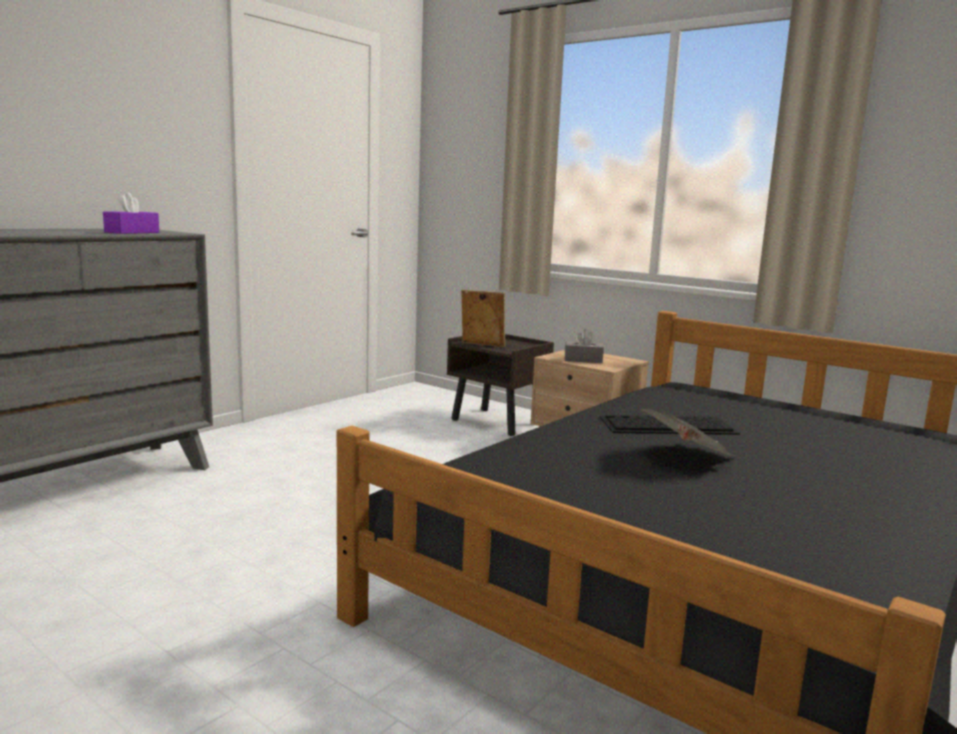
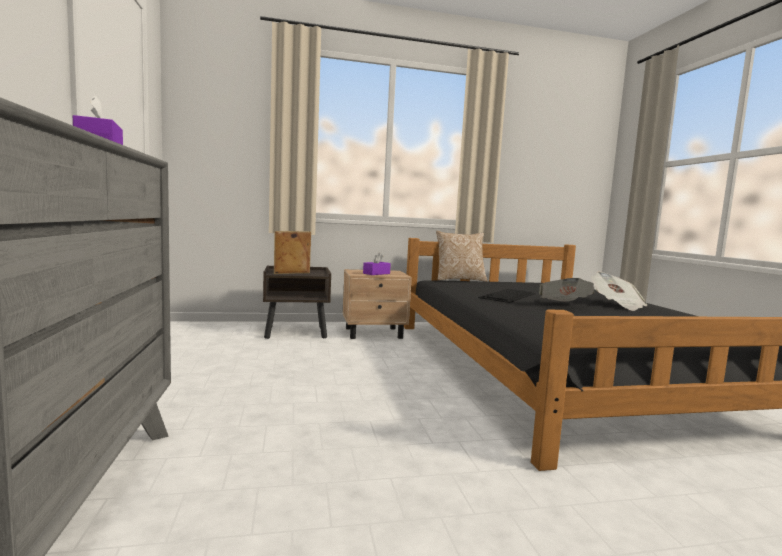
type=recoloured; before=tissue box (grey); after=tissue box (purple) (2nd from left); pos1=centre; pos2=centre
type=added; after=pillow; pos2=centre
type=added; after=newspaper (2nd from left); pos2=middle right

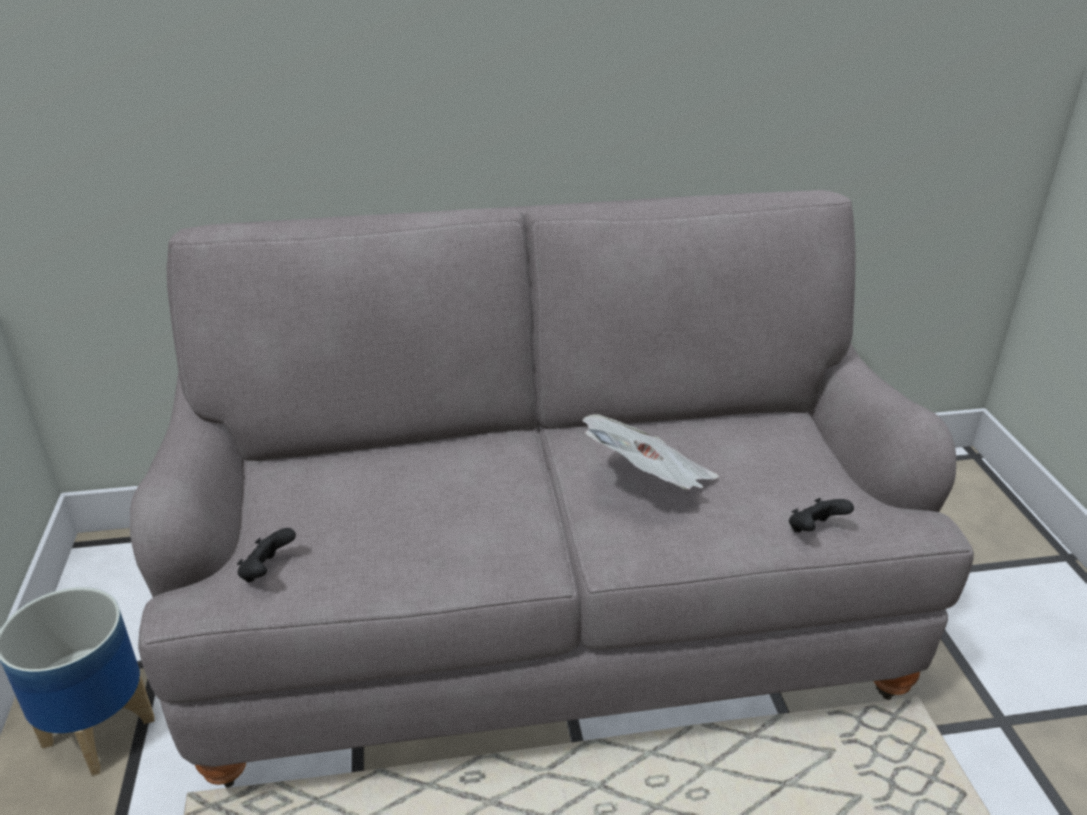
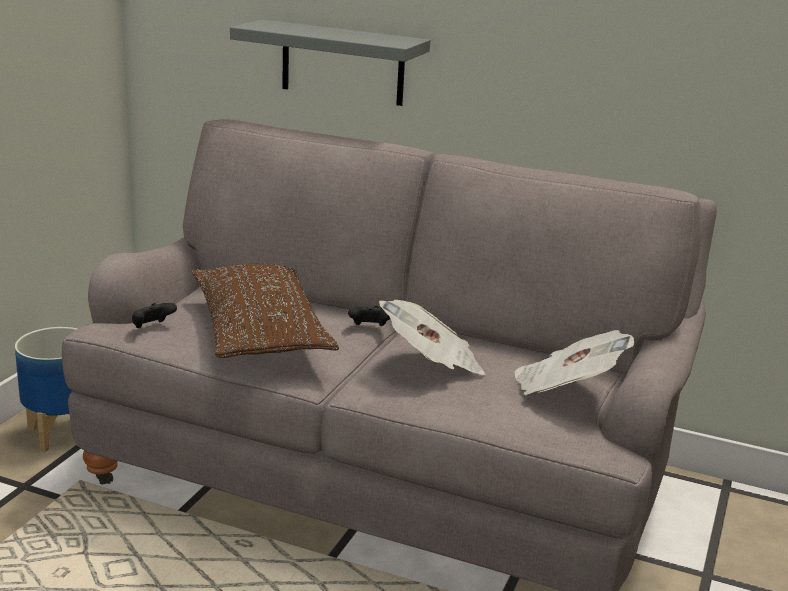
type=moved; before=game controller (black) (2nd from left); pos1=middle right; pos2=centre
type=added; after=pillow (brown); pos2=centre
type=added; after=shelf (grey); pos2=top centre
type=added; after=newspaper (2nd from left); pos2=middle right

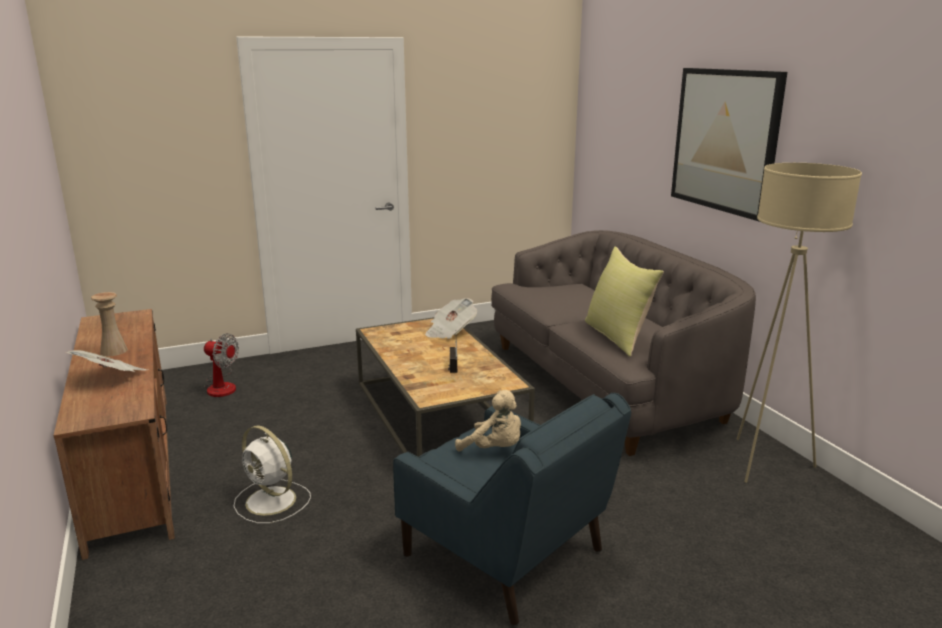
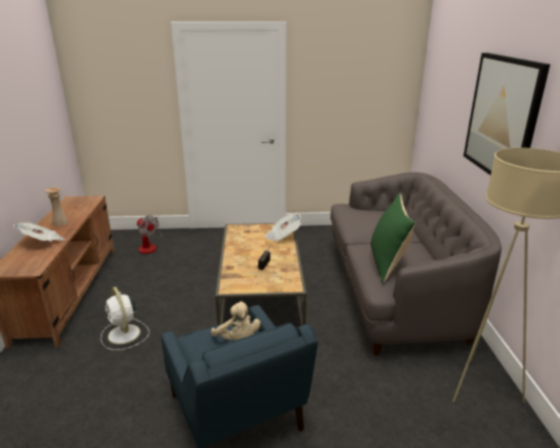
type=recoloured; before=pillow (yellow); after=pillow (green); pos1=centre; pos2=middle right

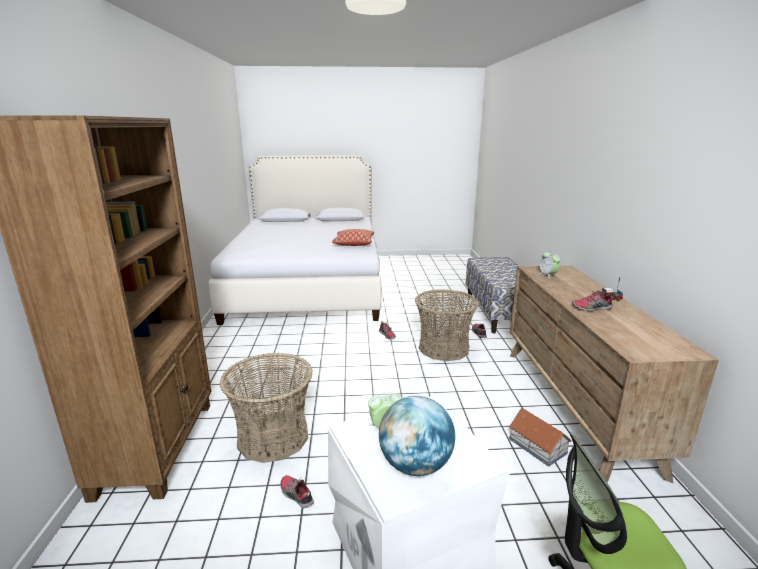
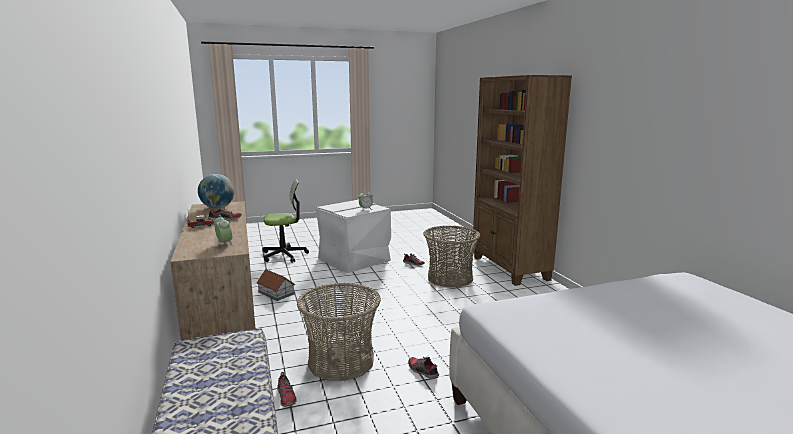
type=removed; before=pillow; pos1=centre
type=moved; before=globe; pos1=bottom centre; pos2=middle left

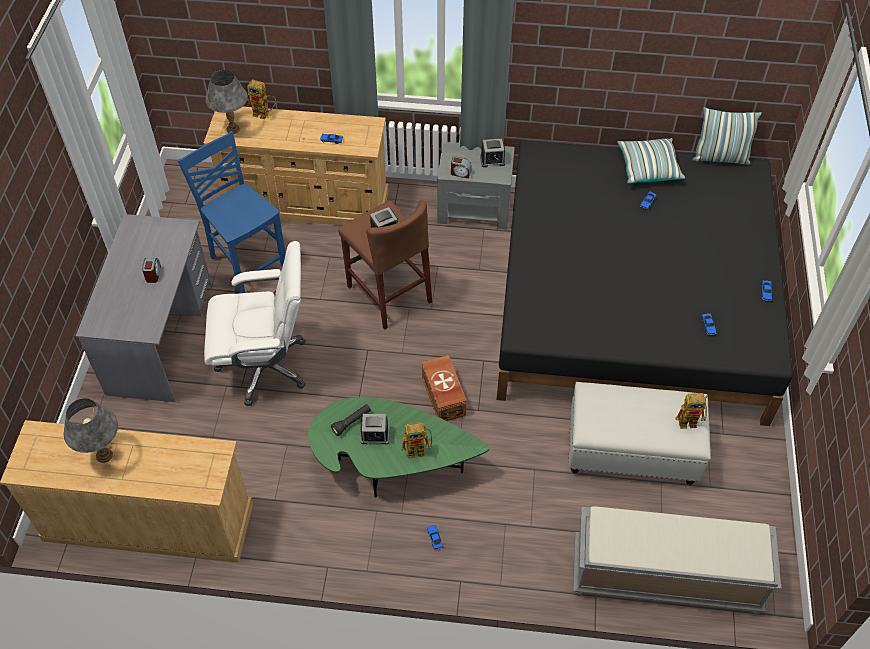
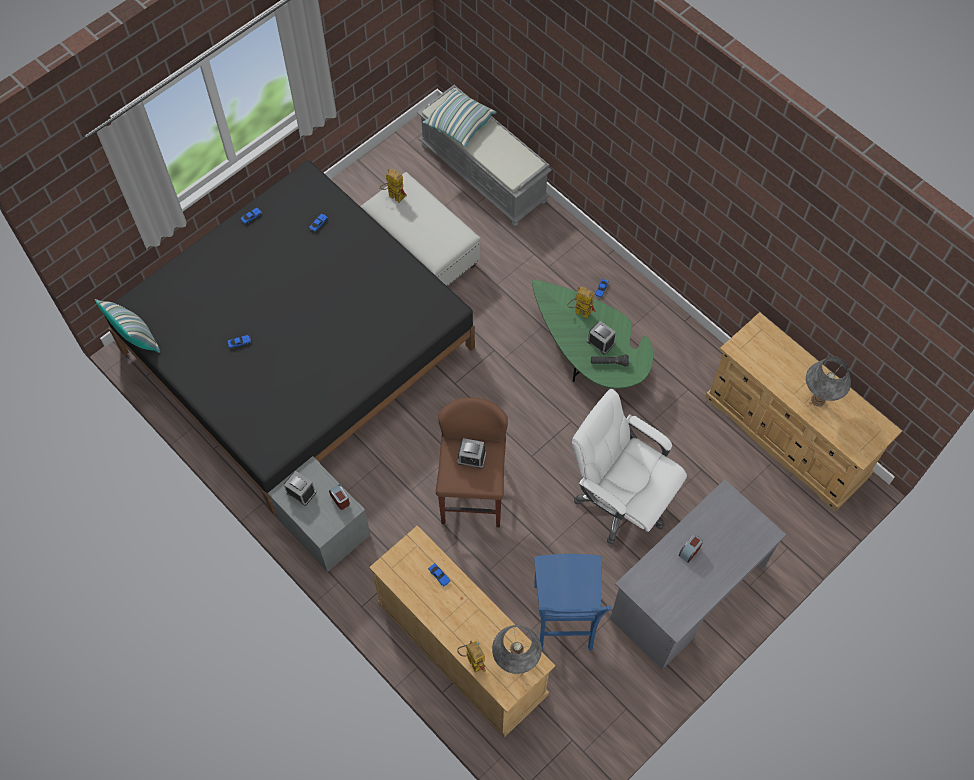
type=removed; before=storage box (brown); pos1=centre
type=moved; before=pillow (1st from left in the first image); after=pillow (2nd from left); pos1=top right; pos2=top centre

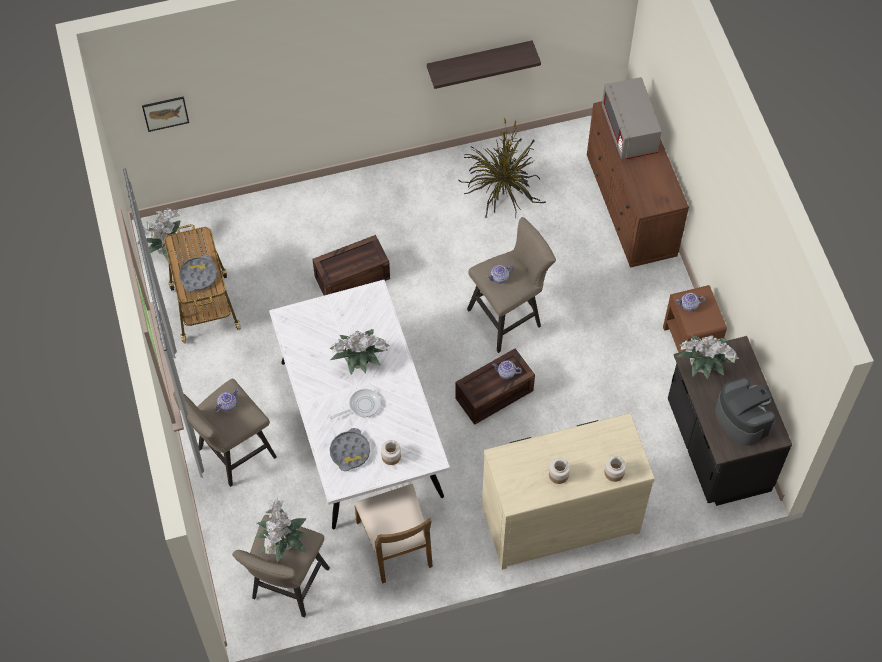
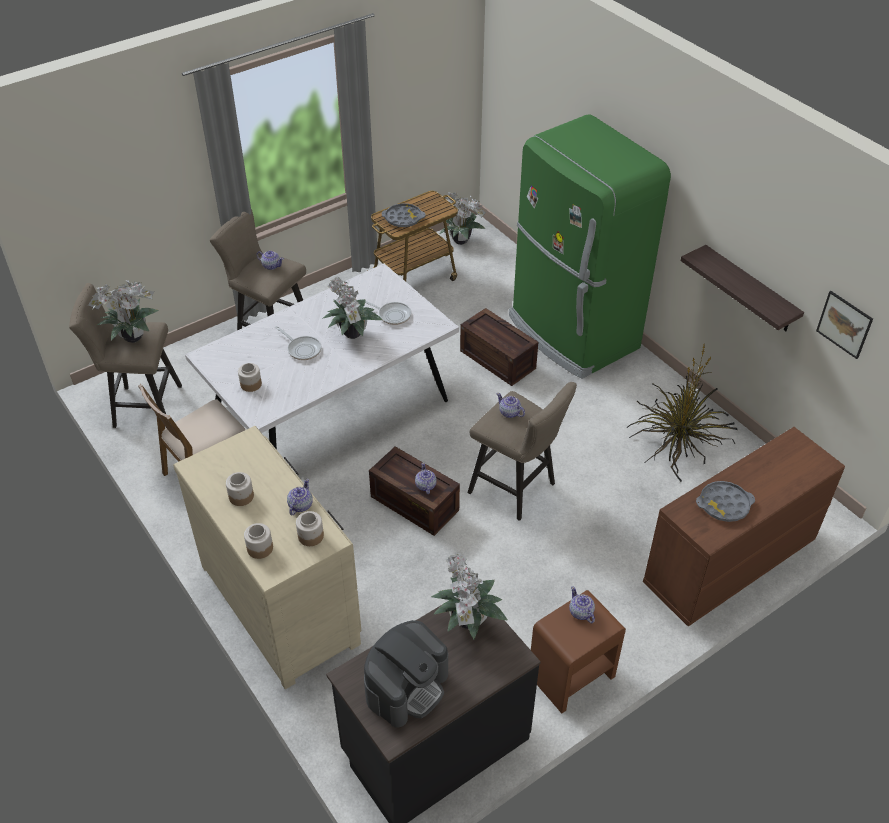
type=moved; before=picture; pos1=top left; pos2=middle right
type=moved; before=tray (grey) (2nd from left); pos1=bottom centre; pos2=middle right
type=removed; before=microwave (grey); pos1=top right
type=added; after=teapot (2nd from left); pos2=centre
type=added; after=jar (4th from left); pos2=centre
type=added; after=frying pan (2nd from left); pos2=centre
type=added; after=fridge (green); pos2=top centre

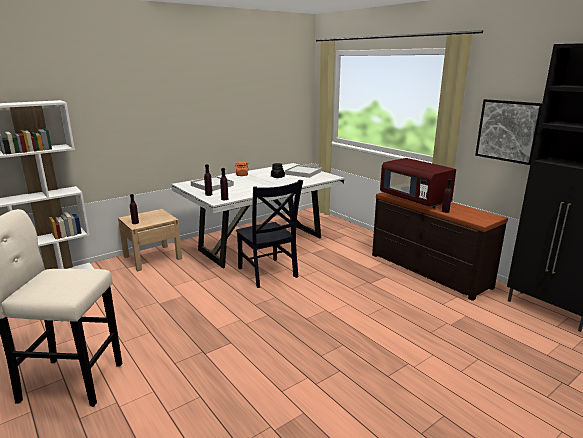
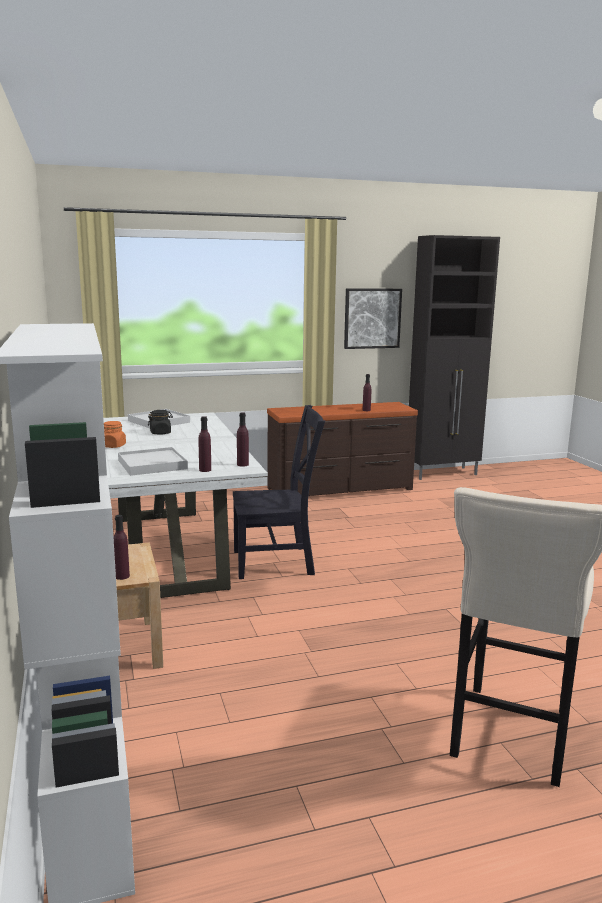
type=removed; before=microwave (red); pos1=middle right

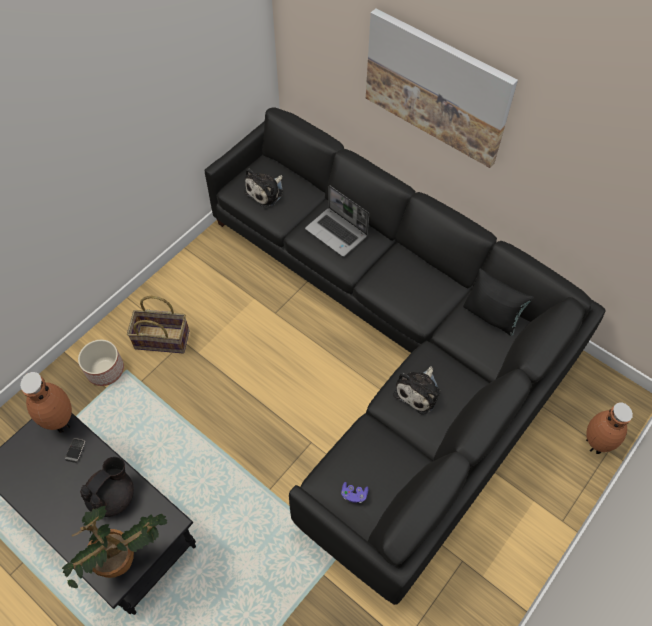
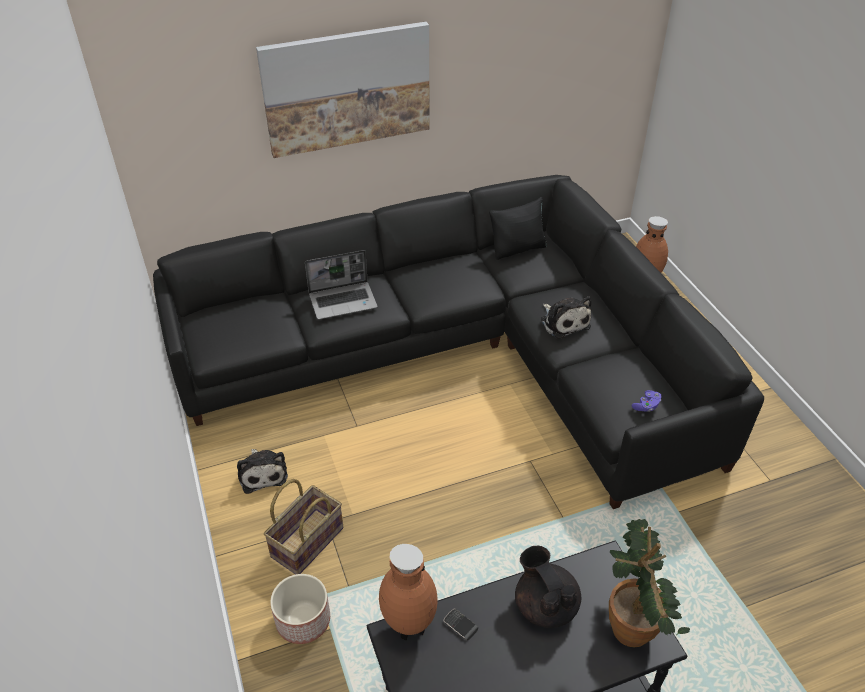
type=moved; before=plush toy (1st from left); pos1=top centre; pos2=bottom left

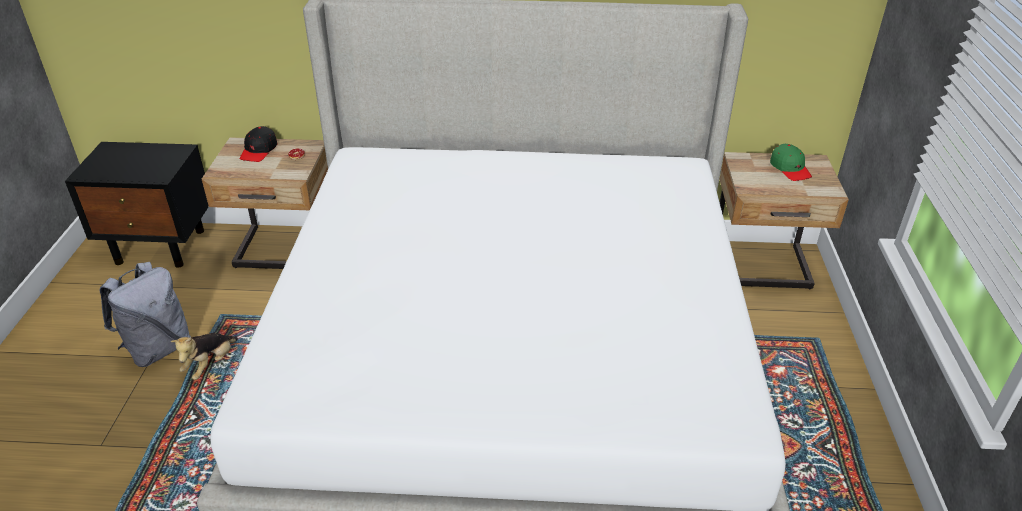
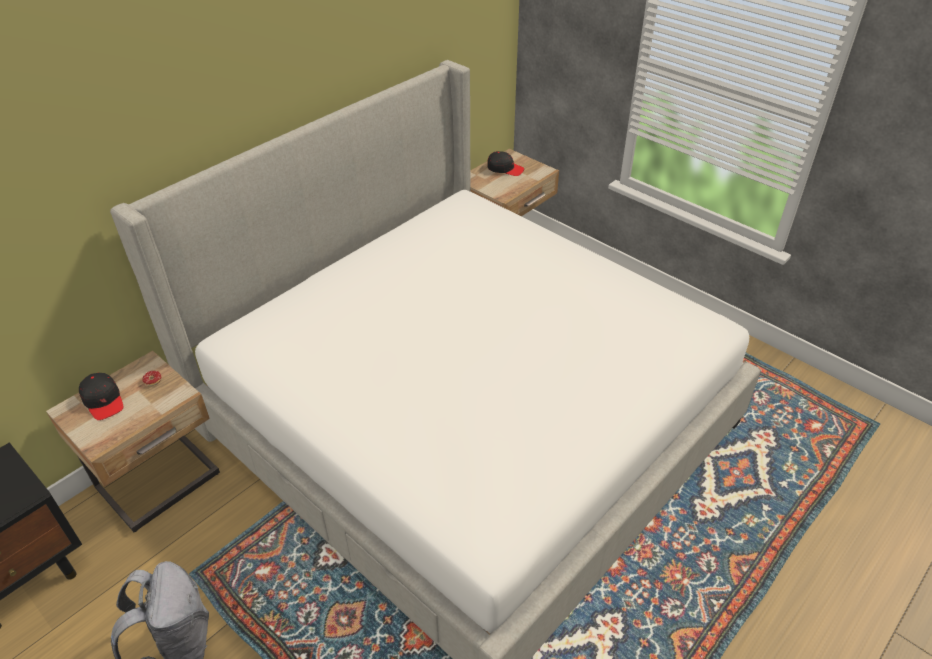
type=removed; before=plush toy; pos1=bottom left
type=recoloured; before=cap (green); after=cap (black) (2nd from left); pos1=top right; pos2=top centre

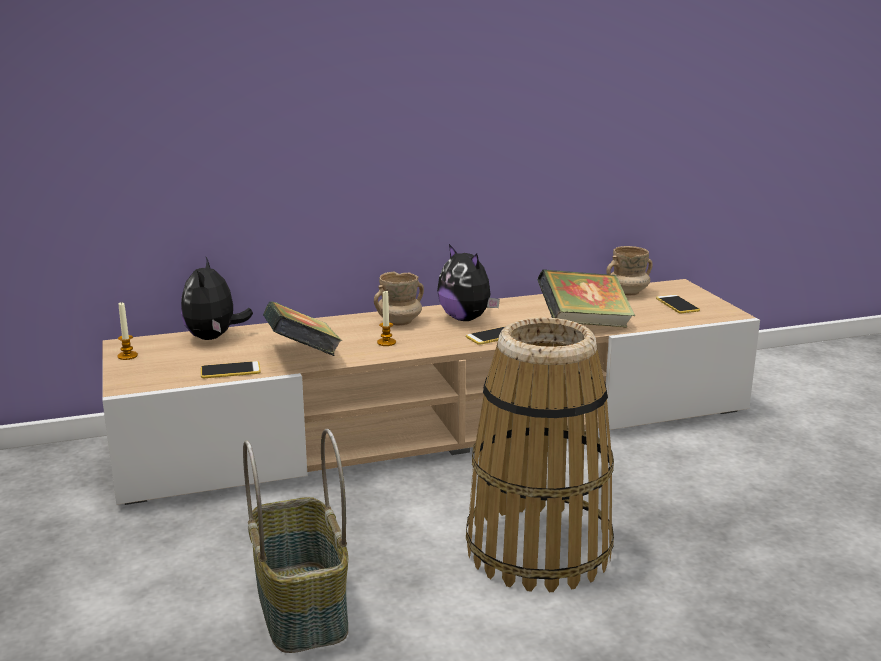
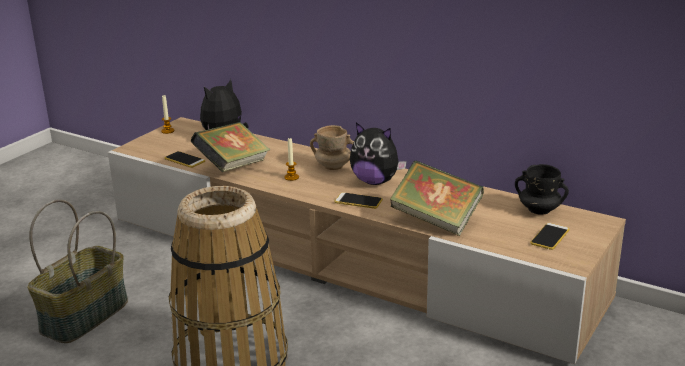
type=turned; before=plush toy (2nd from left); pos1=centre; pos2=centre; turn=-75
type=recoloured; before=mug (beige) (2nd from left); after=mug (black); pos1=middle right; pos2=middle right

